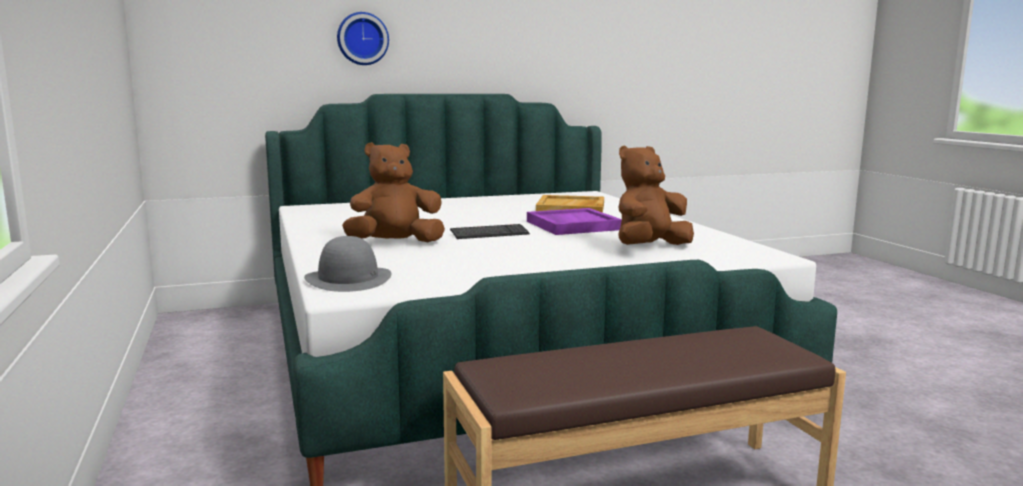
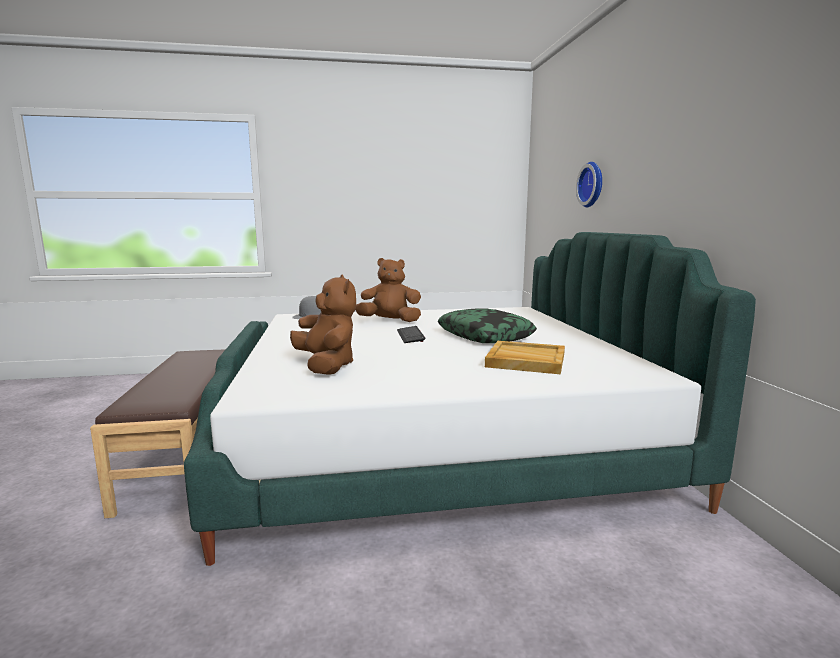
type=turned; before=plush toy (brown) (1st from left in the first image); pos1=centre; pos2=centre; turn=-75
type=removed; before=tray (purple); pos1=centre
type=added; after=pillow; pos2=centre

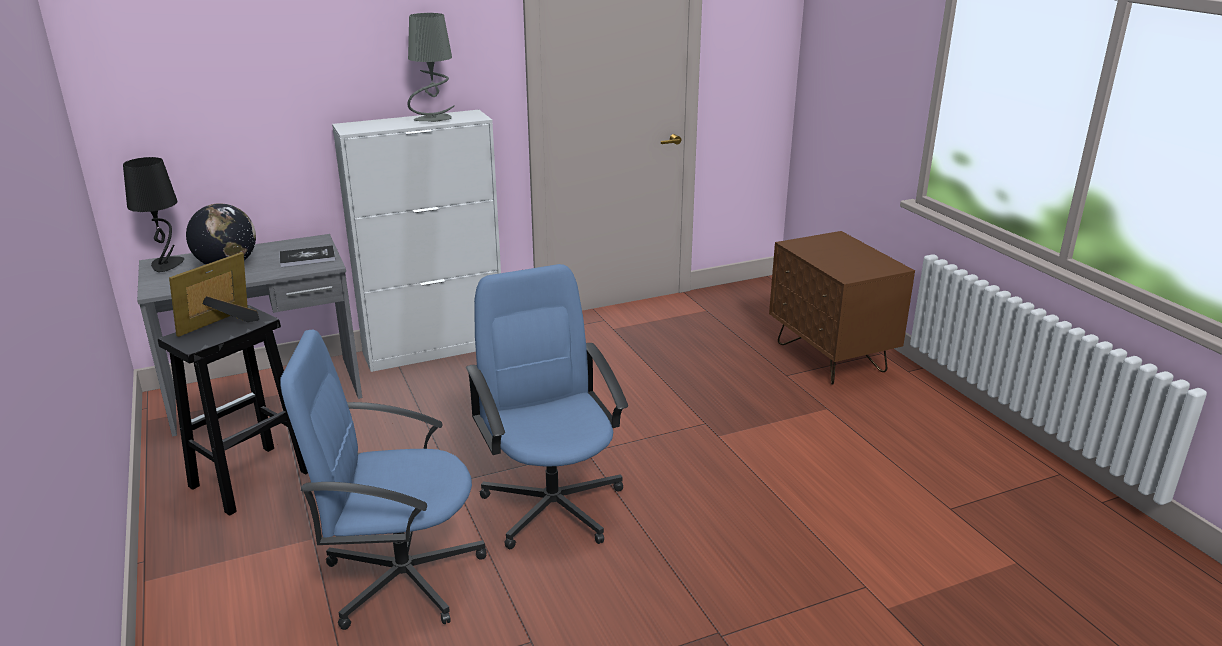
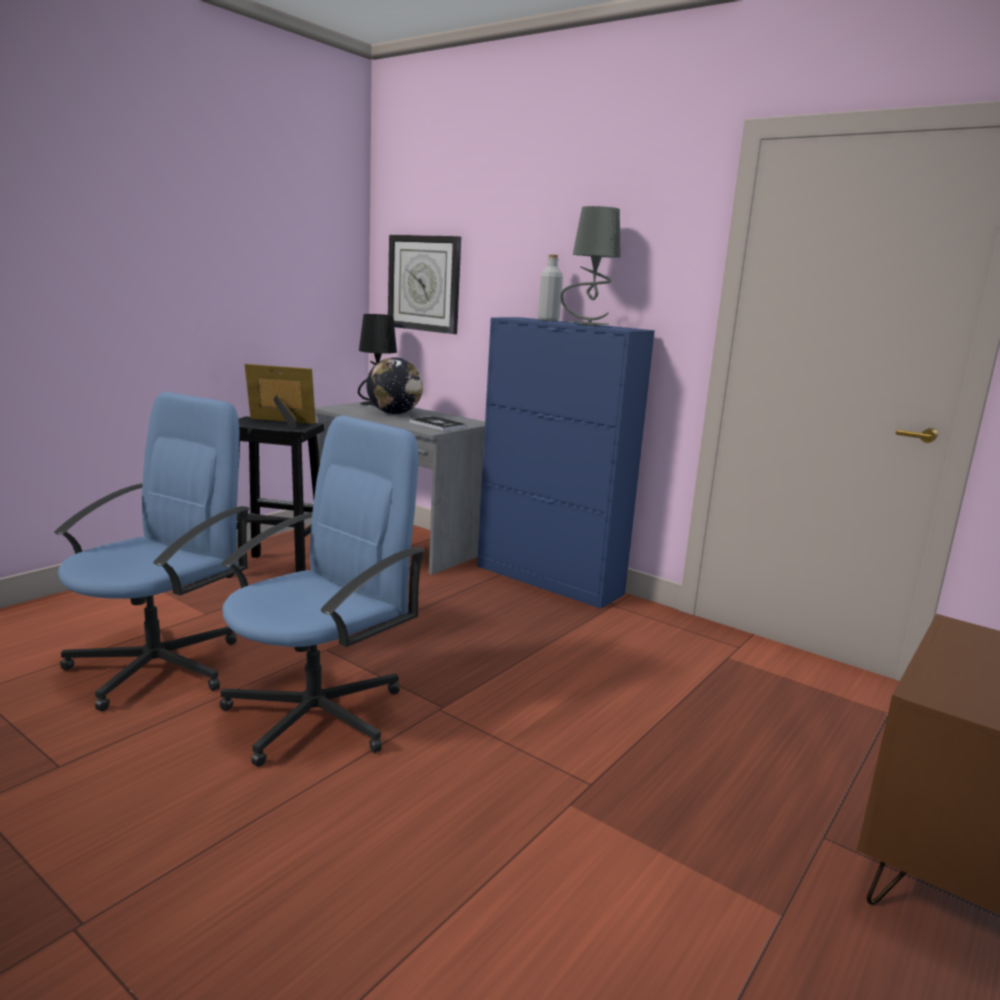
type=turned; before=office chair (blue) (1st from left); pos1=bottom left; pos2=middle left; turn=60
type=recoloured; before=cabinet (white); after=cabinet (blue); pos1=centre; pos2=centre
type=added; after=wall clock; pos2=top centre
type=added; after=bottle (grey); pos2=top centre

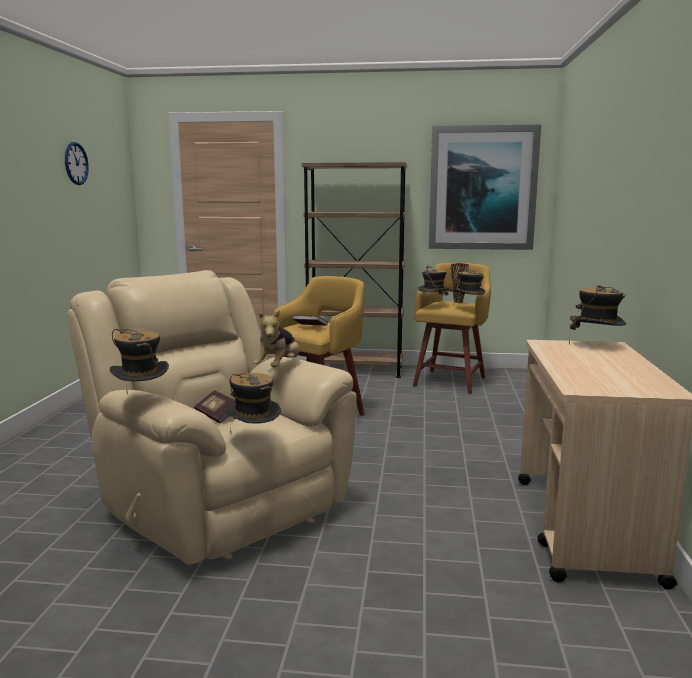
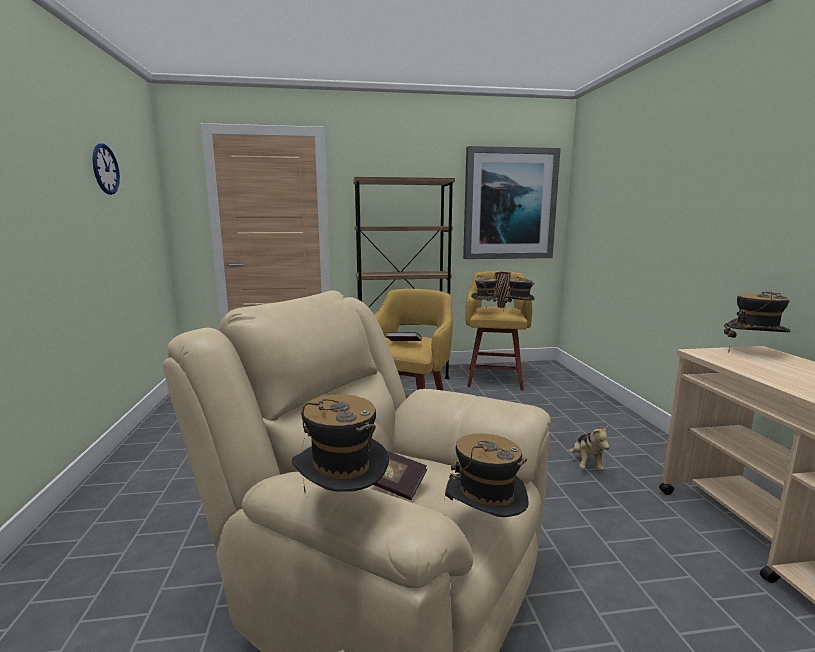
type=moved; before=plush toy; pos1=centre; pos2=bottom right

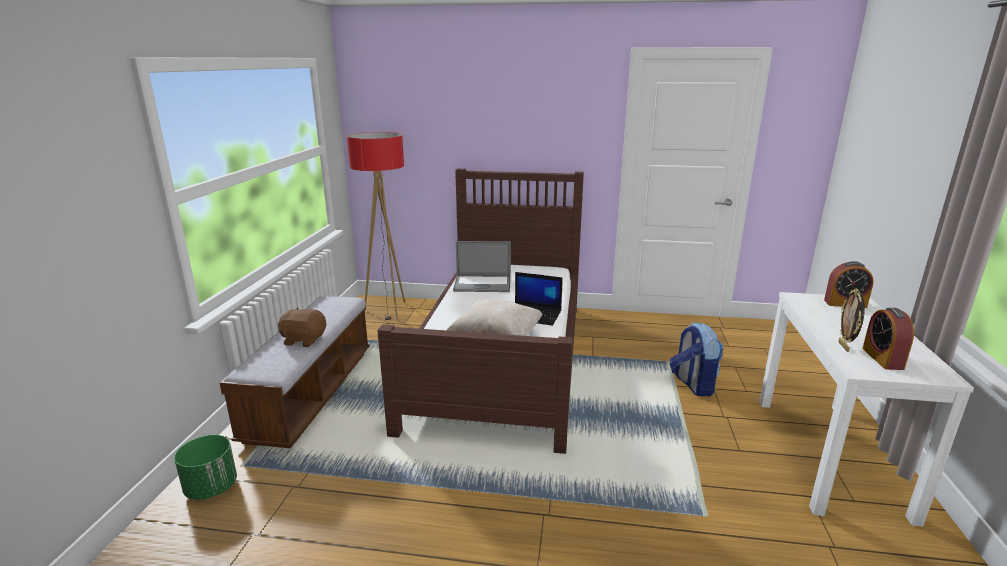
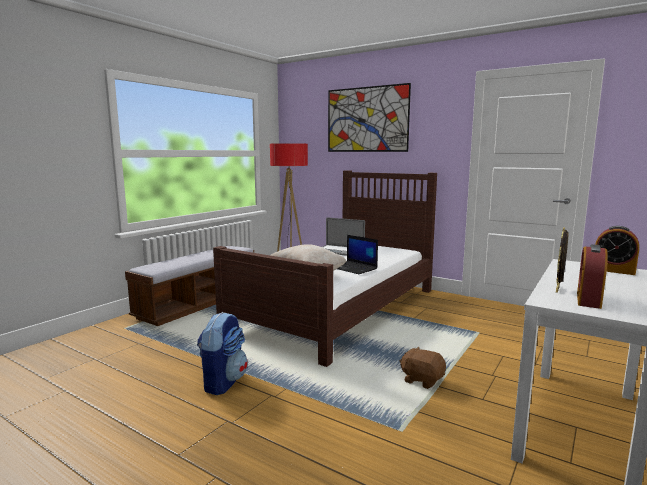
type=removed; before=planter (green); pos1=bottom left
type=moved; before=plush toy (brown); pos1=middle left; pos2=bottom centre
type=moved; before=backpack; pos1=middle right; pos2=bottom centre
type=added; after=picture; pos2=top centre

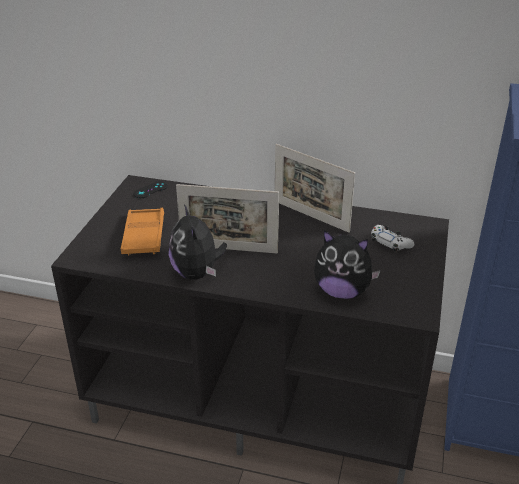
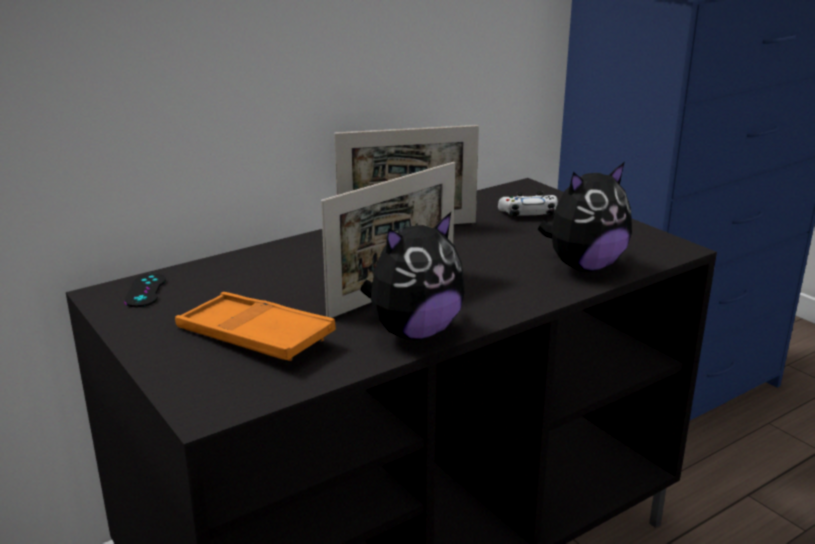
type=turned; before=plush toy (1st from left); pos1=centre; pos2=centre; turn=-60

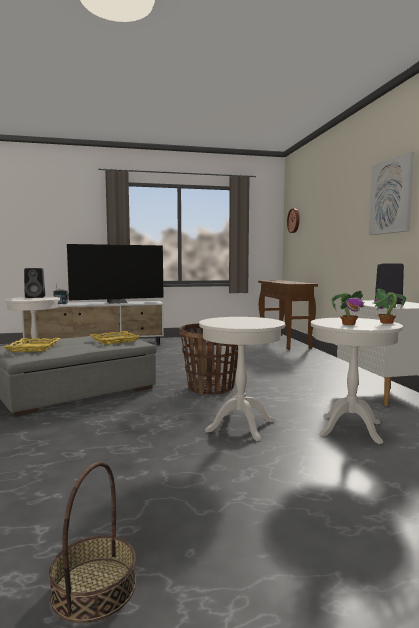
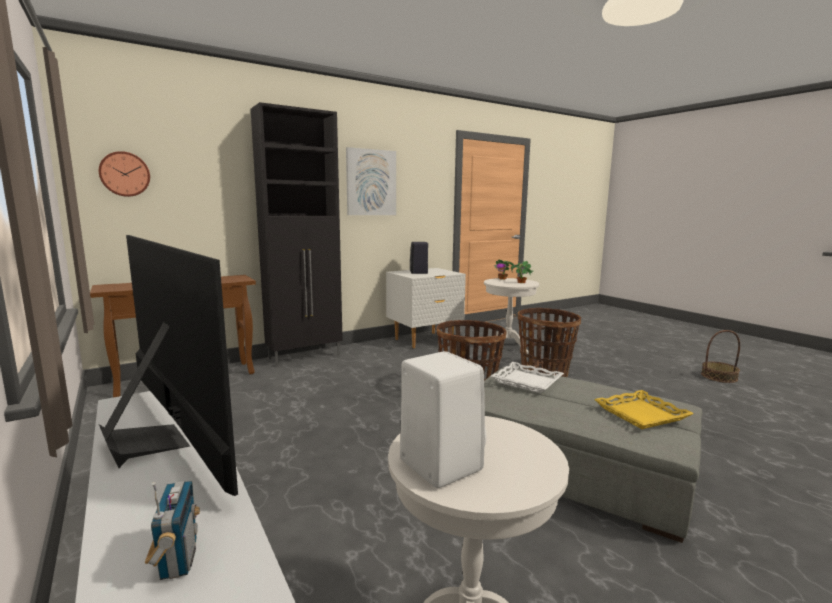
type=recoloured; before=speaker (black) (1st from left); after=speaker (white); pos1=middle left; pos2=bottom centre
type=recoloured; before=tray (yellow) (2nd from left); after=tray (white); pos1=middle left; pos2=centre
type=replaced; before=side table (white) (2nd from left); after=basket (2nd from left); pos1=centre; pos2=centre
type=added; after=cabinet (black); pos2=centre

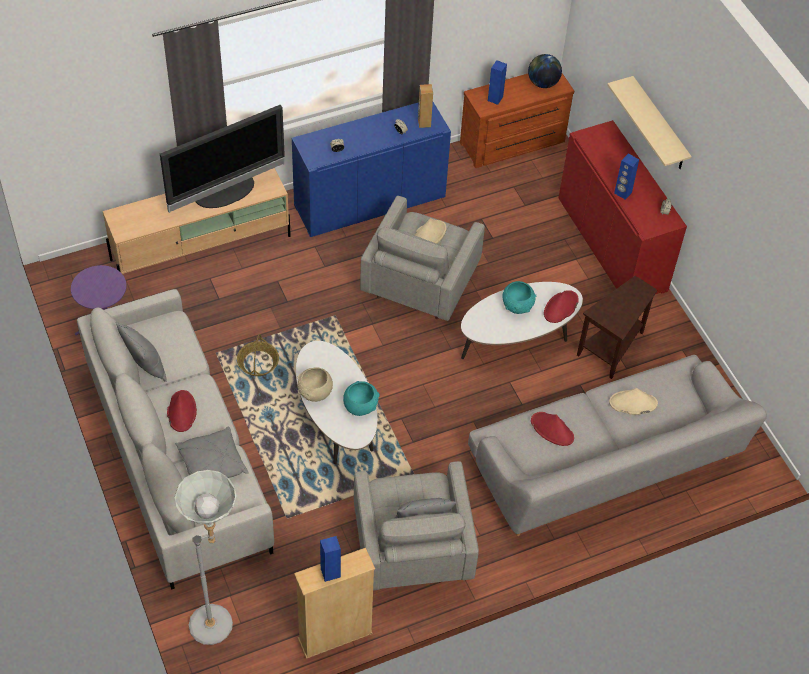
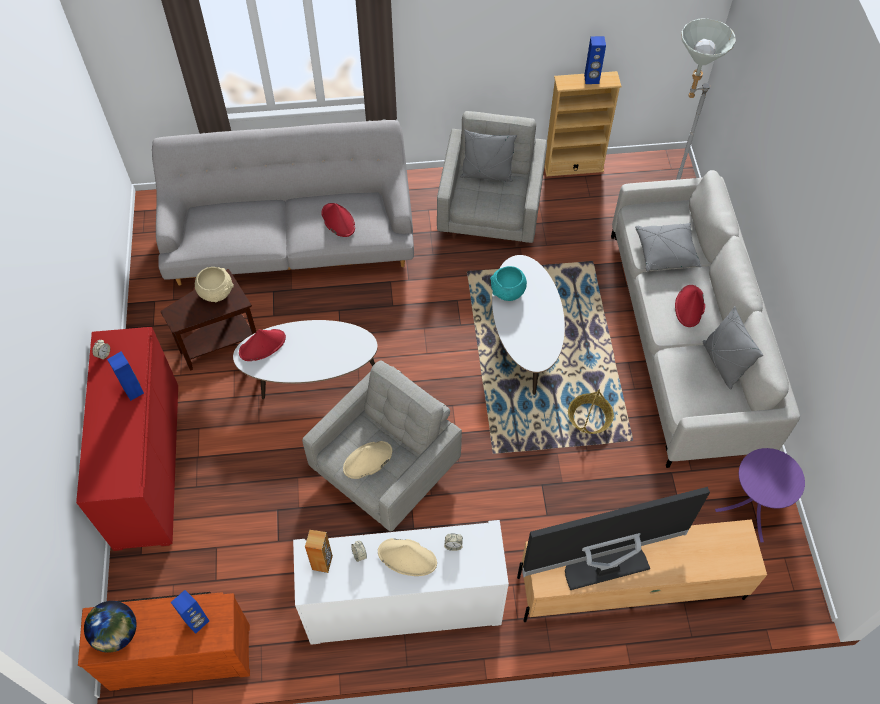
type=recoloured; before=cabinet (blue); after=cabinet (white); pos1=top centre; pos2=bottom centre
type=moved; before=bowl (beige); pos1=centre; pos2=middle left
type=removed; before=bowl (turquoise) (2nd from left); pos1=centre
type=removed; before=shelf (beige); pos1=top right
type=moved; before=hat (beige) (2nd from left); pos1=middle right; pos2=bottom centre

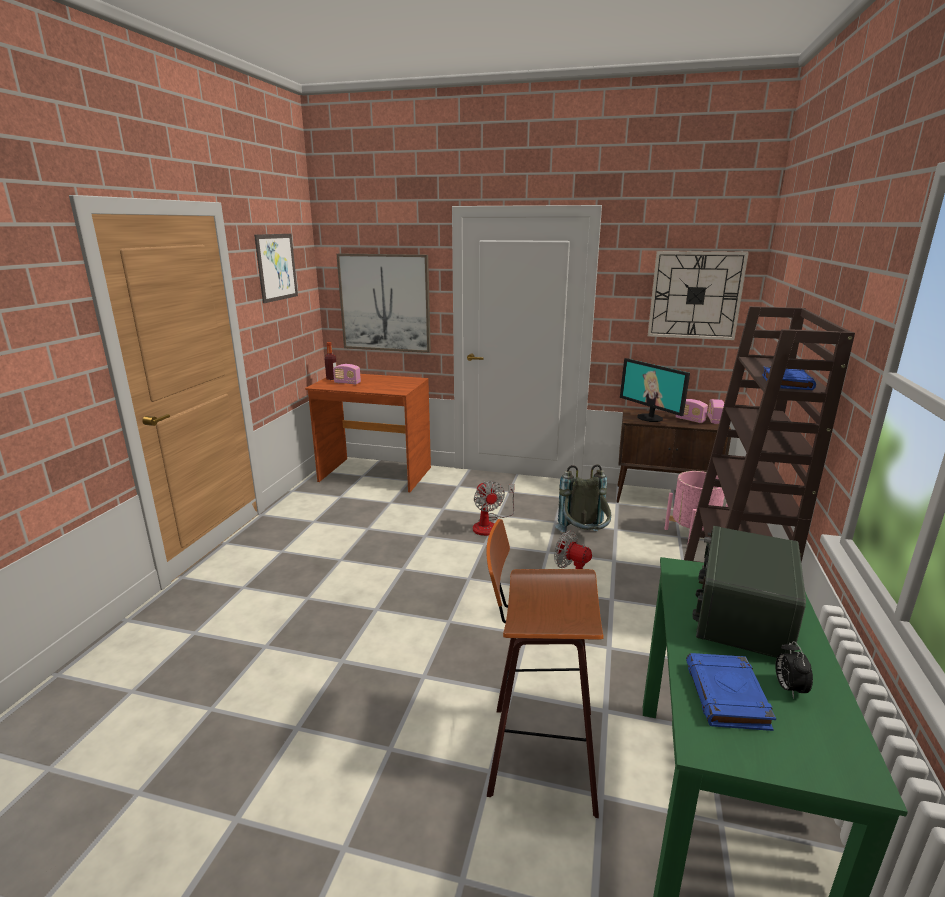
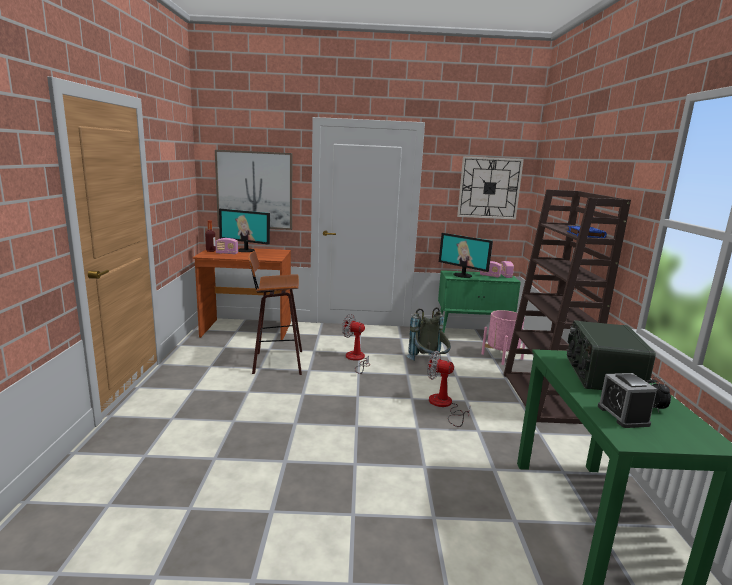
type=removed; before=picture (1st from left); pos1=top left
type=turned; before=fan (1st from left); pos1=centre; pos2=centre; turn=150
type=moved; before=stool; pos1=bottom centre; pos2=centre
type=recoloured; before=cabinet (brown); after=cabinet (green); pos1=middle right; pos2=centre
type=replaced; before=book (blue) (1st from left); after=alarm clock (1st from left); pos1=bottom right; pos2=bottom right
type=added; after=monitor (1st from left); pos2=centre

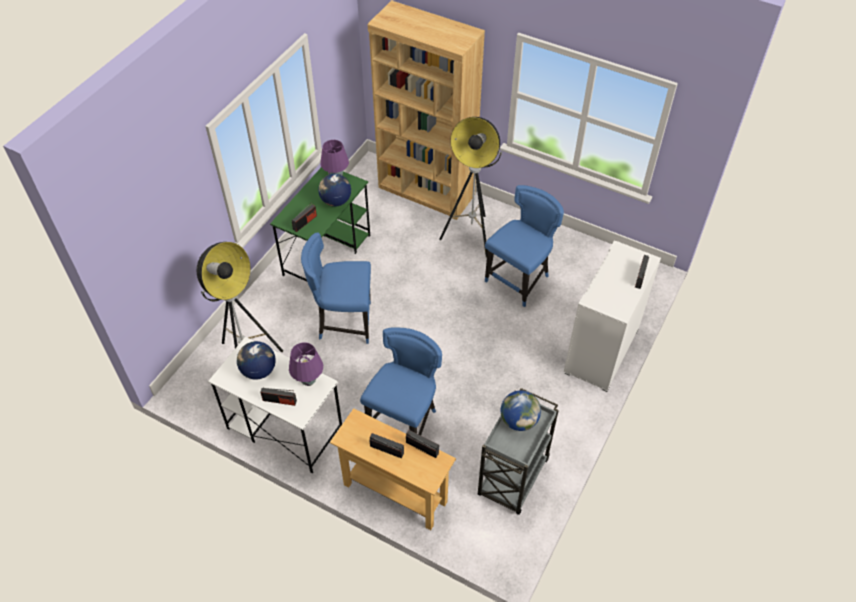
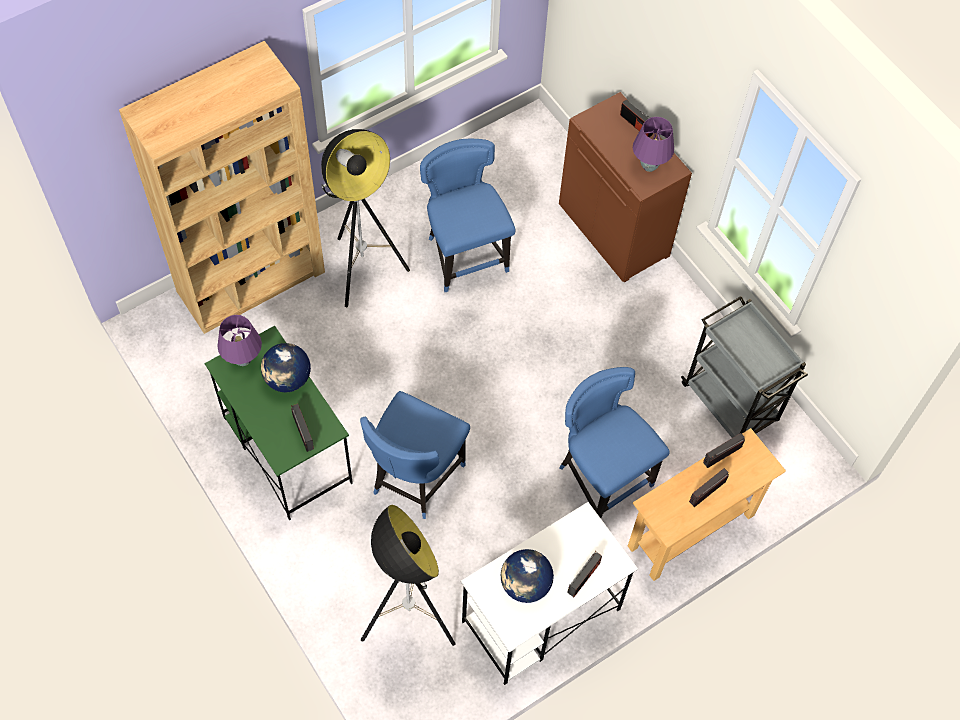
type=moved; before=table lamp (purple) (1st from left in the first image); after=table lamp (purple) (2nd from left); pos1=centre; pos2=top right
type=removed; before=globe (3rd from left); pos1=bottom centre
type=recoloured; before=cabinet (white); after=cabinet (brown); pos1=middle right; pos2=top centre

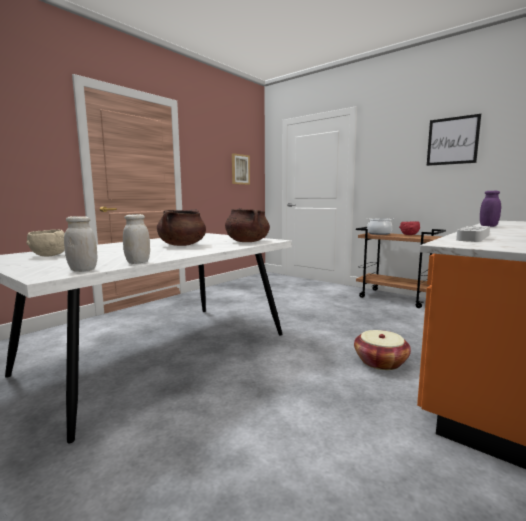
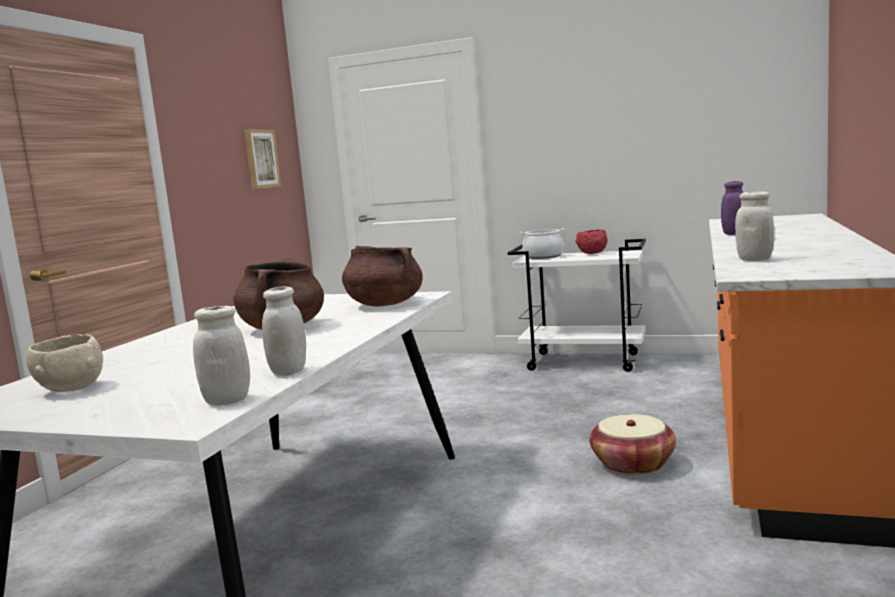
type=recoloured; before=cart (brown); after=cart (white); pos1=middle right; pos2=centre
type=removed; before=picture (2nd from left); pos1=top right
type=replaced; before=tray (grey); after=jar (white) (3rd from left); pos1=middle right; pos2=middle right

